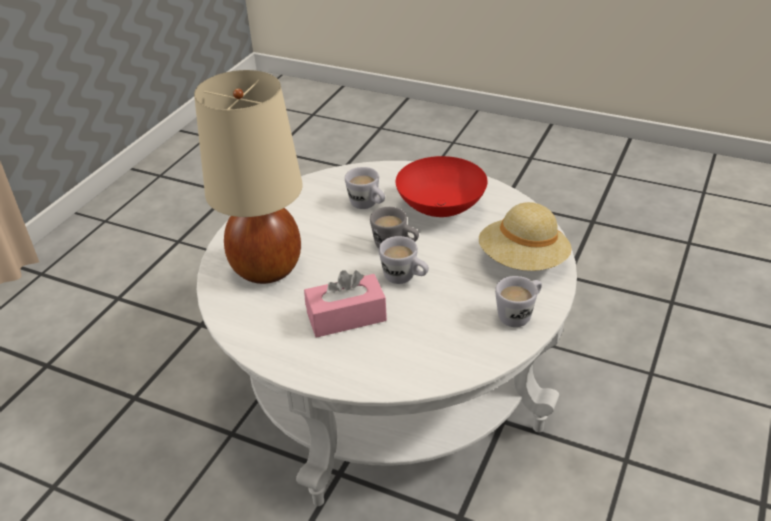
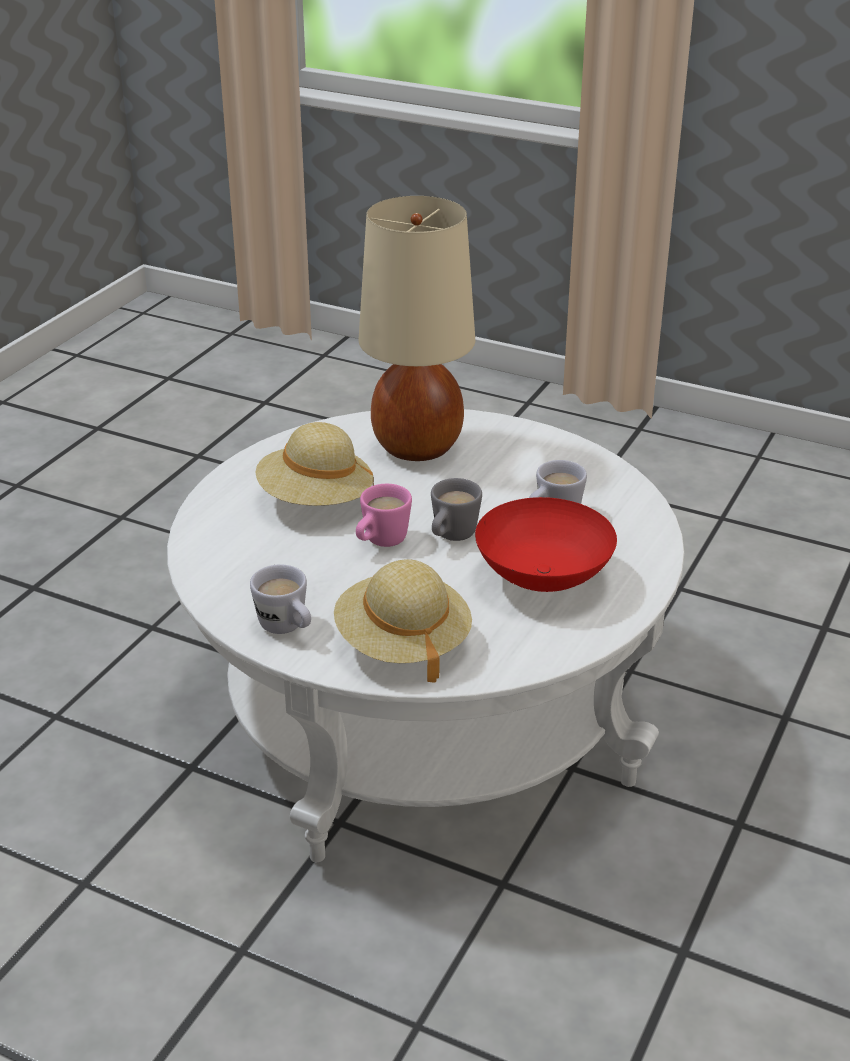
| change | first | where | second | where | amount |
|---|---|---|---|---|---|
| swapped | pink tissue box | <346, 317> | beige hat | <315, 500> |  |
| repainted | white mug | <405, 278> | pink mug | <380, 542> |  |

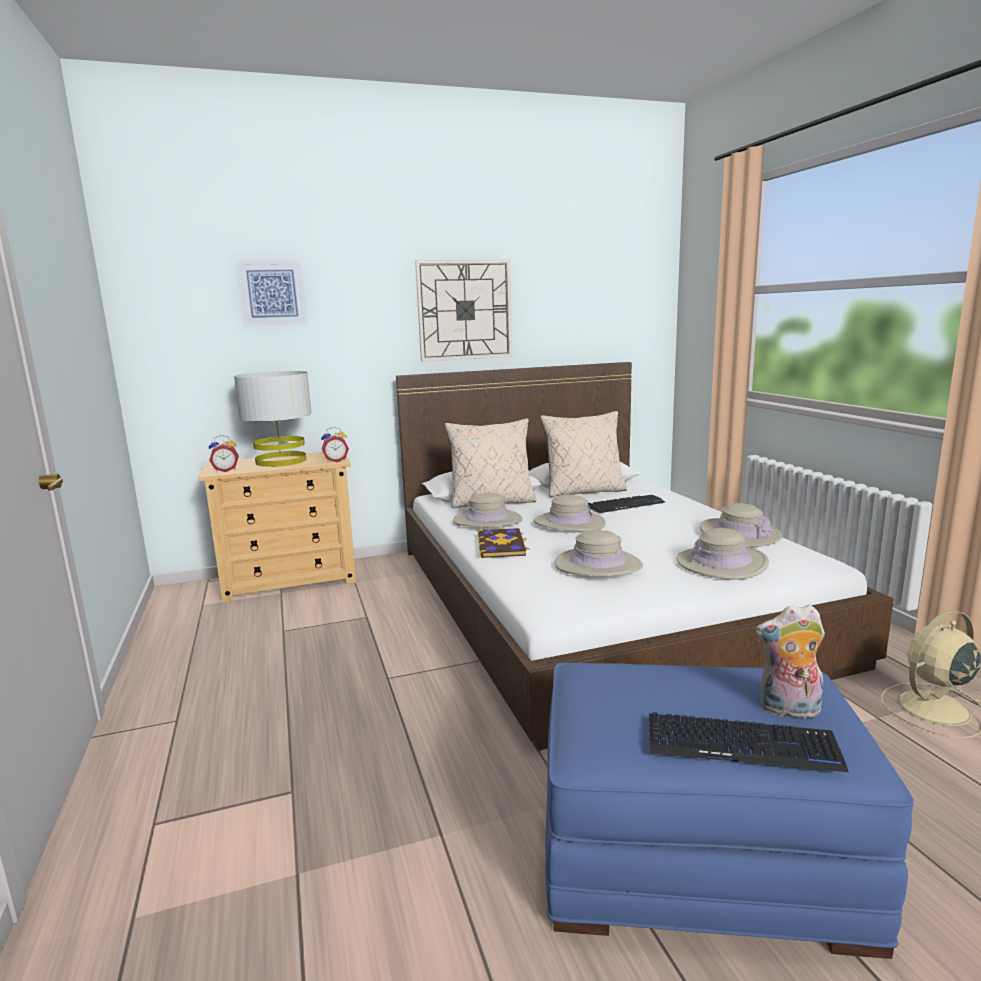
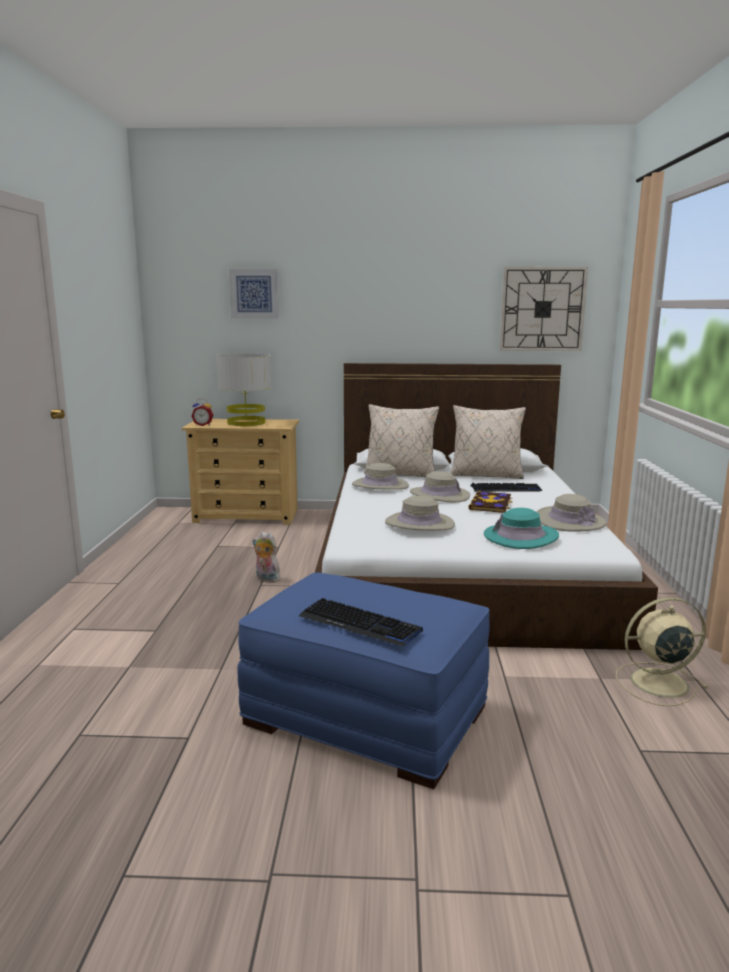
| change | first | where | second | where | amount |
|---|---|---|---|---|---|
| gone | alarm clock | <336, 461> |  |  |  |
| shifted | wall clock | <464, 310> |  | <542, 309> |  |
| shifted | book | <502, 545> |  | <491, 504> |  |
| shifted | plush toy | <788, 710> |  | <266, 579> |  |
| repainted | beige hat | <721, 563> | turquoise hat | <520, 537> |  |

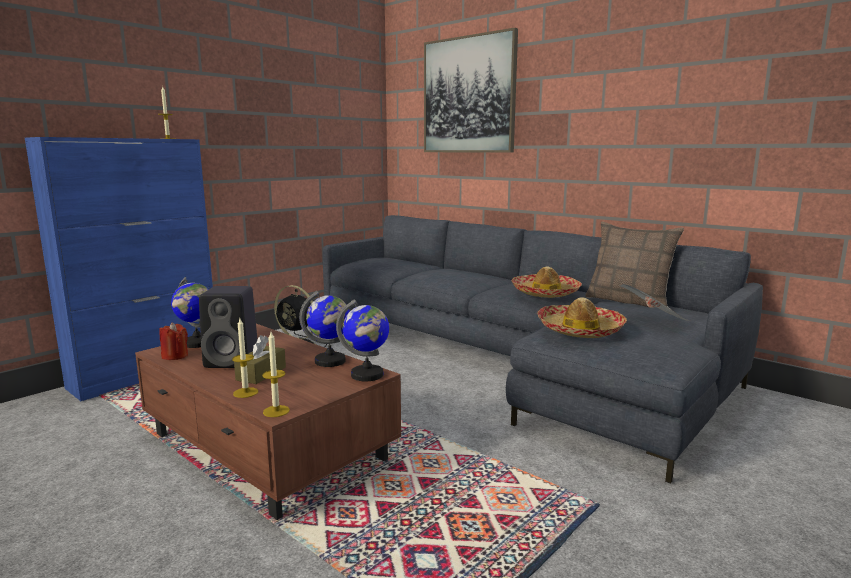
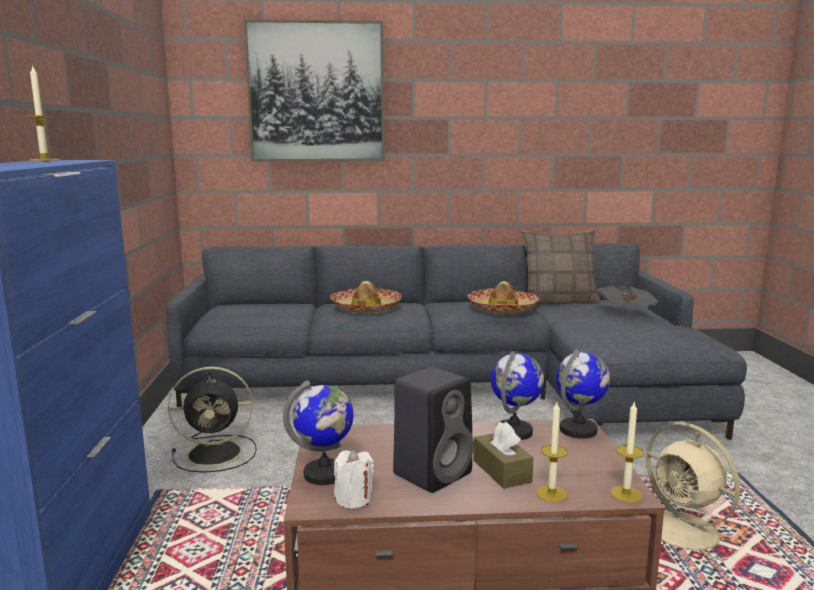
| change | first | where | second | where | amount |
|---|---|---|---|---|---|
| new |  |  | beige fan | <686, 533> |  |
| shifted | hat | <580, 330> |  | <365, 308> |  |
| repainted | red candle | <175, 356> | white candle | <353, 499> |  |

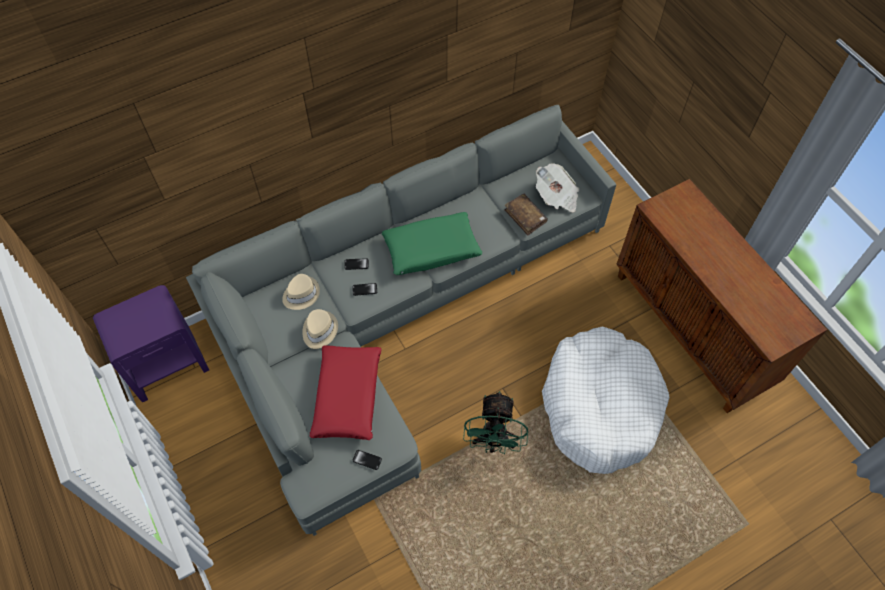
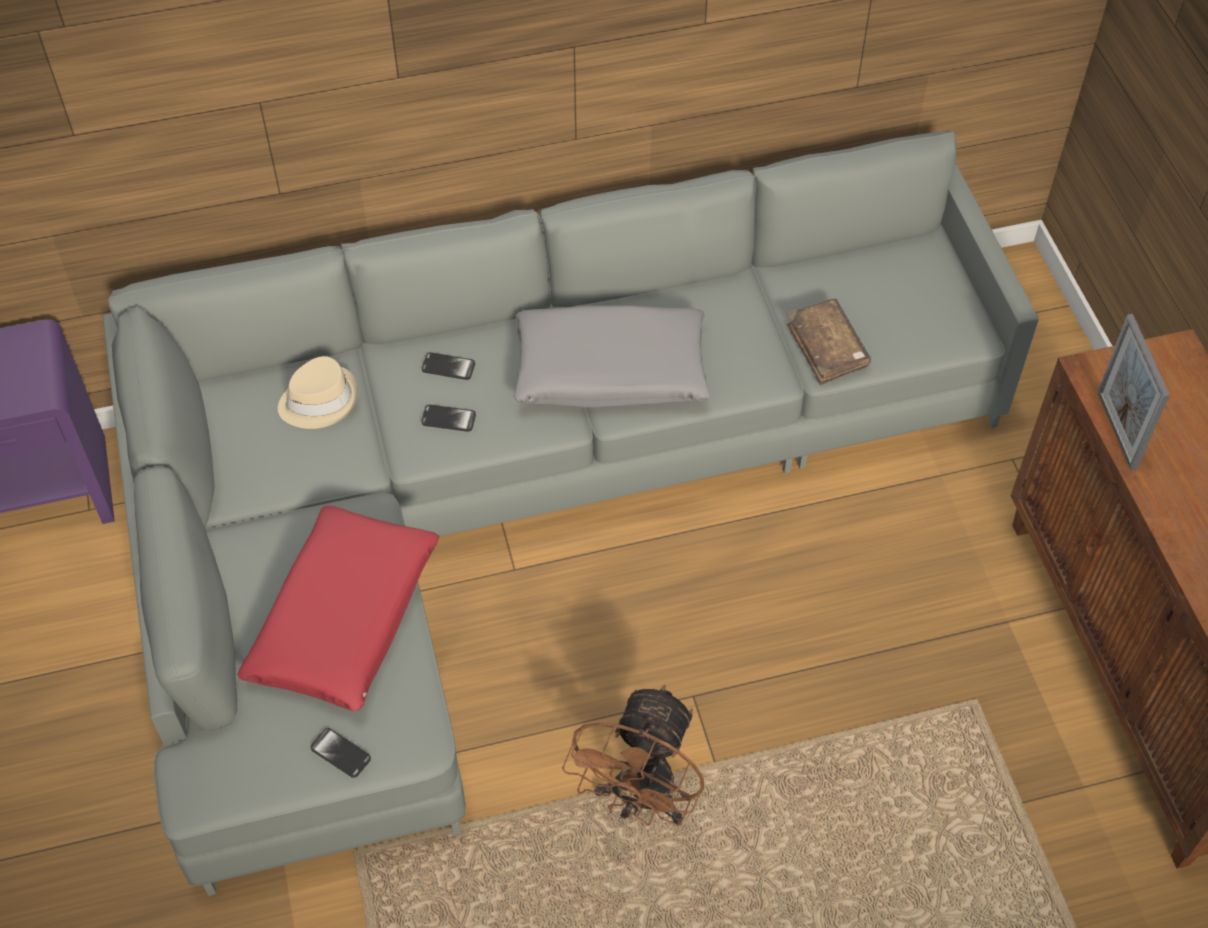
| change | first | where | second | where | amount |
|---|---|---|---|---|---|
| gone | beige hat | <319, 330> |  |  |  |
| gone | newspaper | <556, 196> |  |  |  |
| gone | white dog bed | <600, 406> |  |  |  |
| new |  |  | picture frame | <1116, 430> |  |
| repainted | green pillow | <431, 249> | grey pillow | <610, 371> |  |
| repainted | green fan | <493, 441> | brown fan | <640, 800> |  |

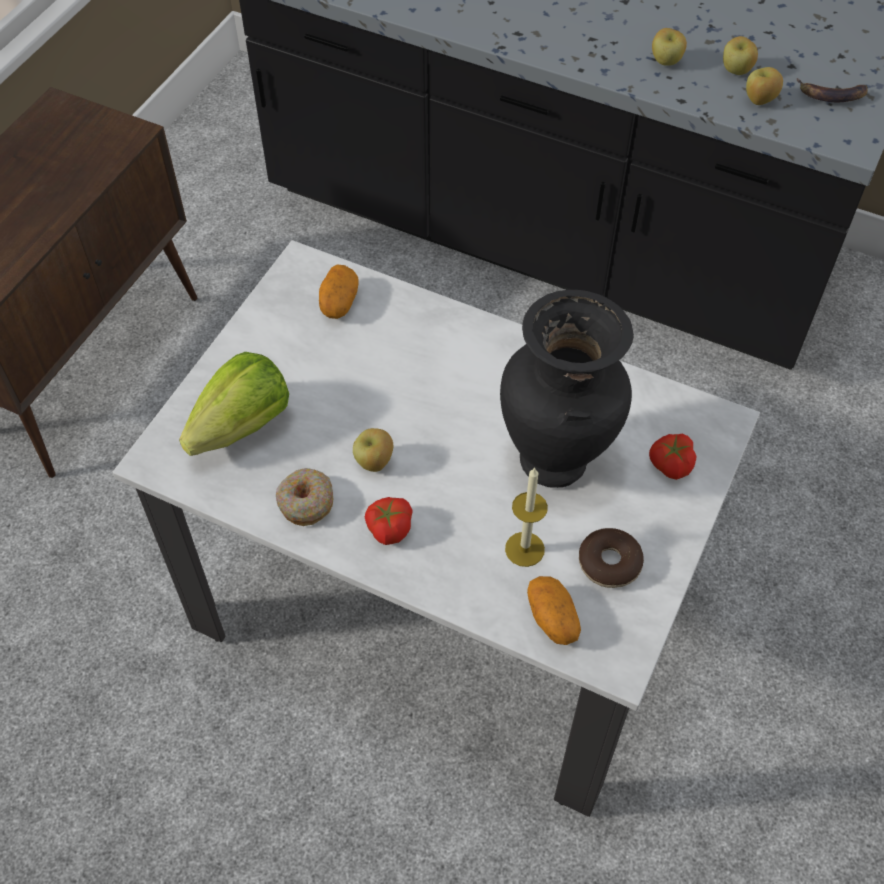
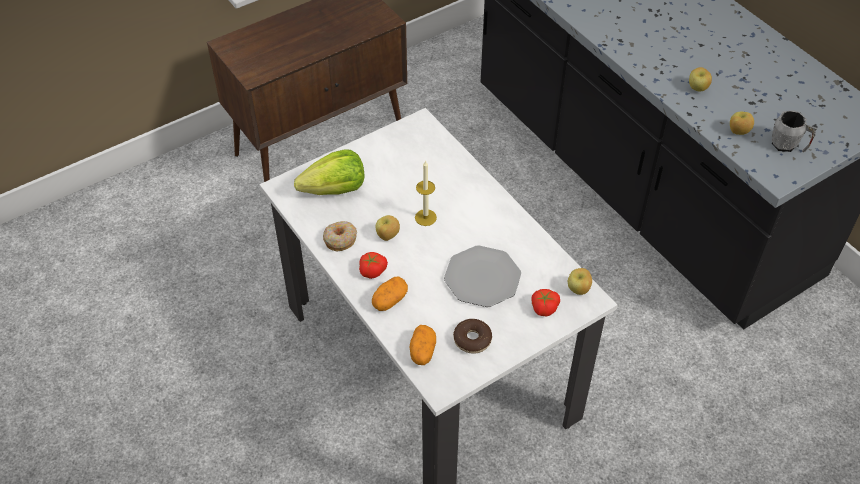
| change | first | where | second | where | amount |
|---|---|---|---|---|---|
| shifted | potato | <338, 302> |  | <389, 300> |  |
| shifted | candle | <524, 549> |  | <425, 217> |  |
| shifted | apple | <736, 71> |  | <578, 289> |  |
| swapped | black vase | <556, 461> | plate | <482, 278> |  |
| swapped | banana | <831, 94> | grey mug | <788, 145> |  |

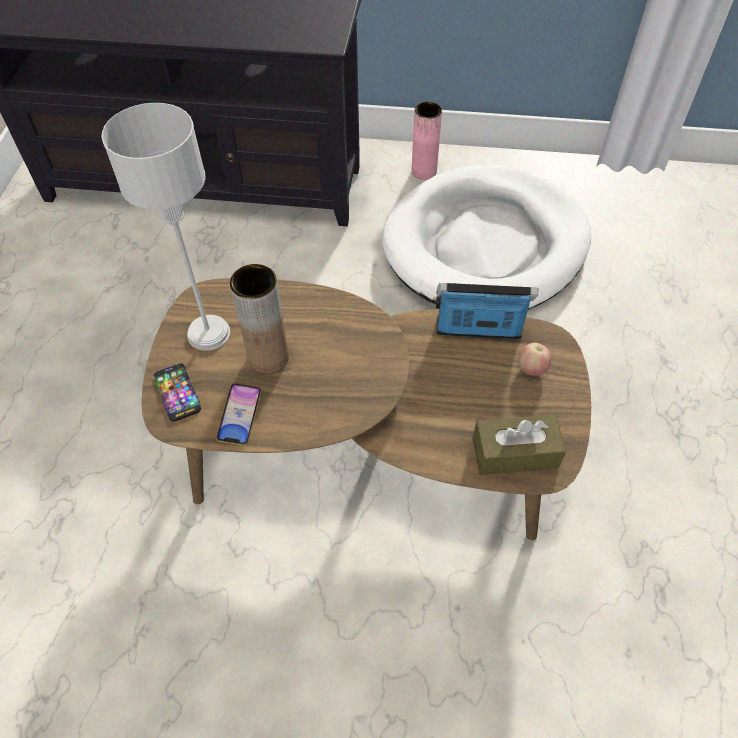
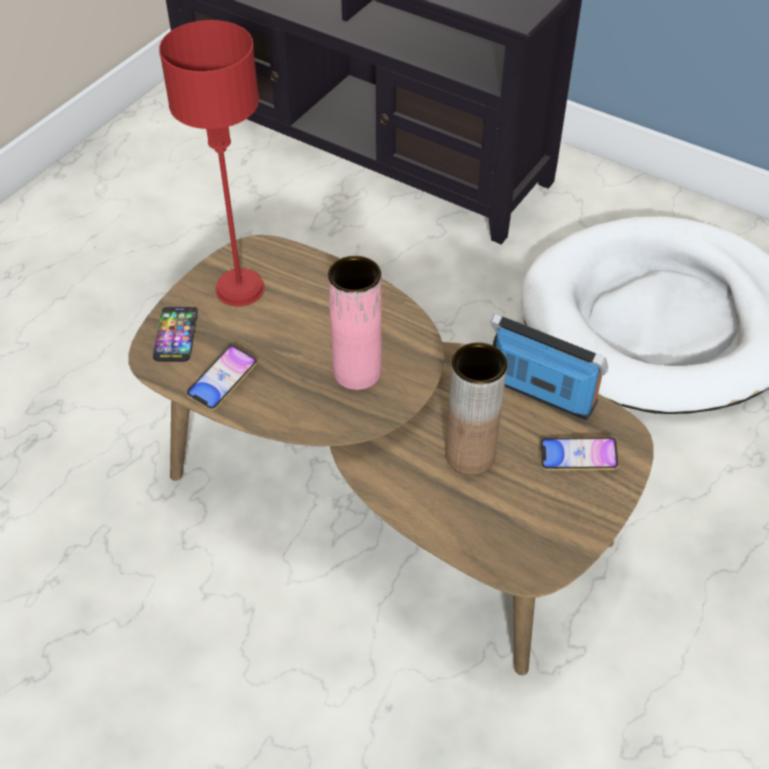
| change | first | where | second | where | amount |
|---|---|---|---|---|---|
| gone | brown tissue box | <515, 453> |  |  |  |
| shifted | brown vase | <268, 357> |  | <470, 455> |  |
| shifted | pink vase | <424, 171> |  | <357, 372> |  |
| swapped | apple | <531, 369> | phone | <578, 457> |  |
| repainted | grey table lamp | <208, 333> | red table lamp | <239, 288> |  |

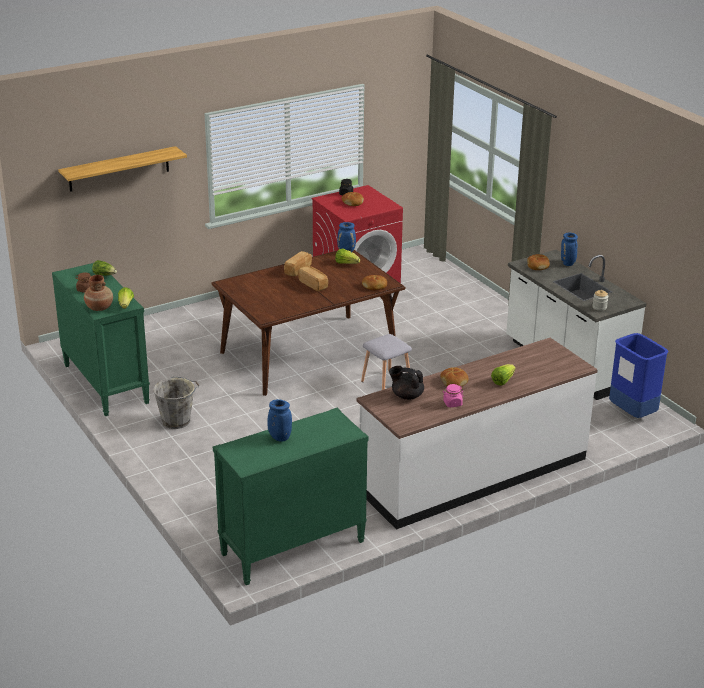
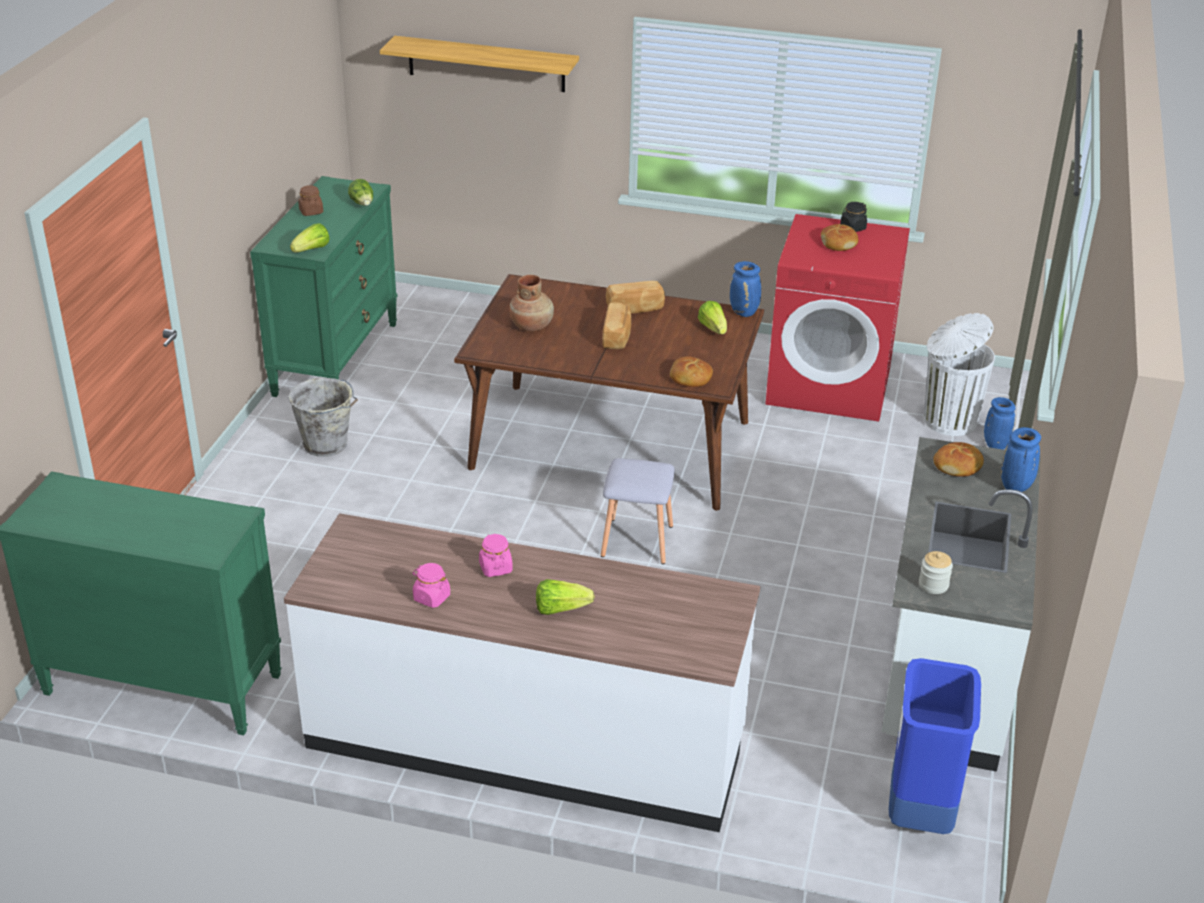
| change | first | where | second | where | amount |
|---|---|---|---|---|---|
| gone | black teapot | <406, 396> |  |  |  |
| new |  |  | white trash can | <948, 421> |  |
| shifted | brown vase | <99, 307> |  | <532, 326> |  |
| shifted | blue vase | <279, 438> |  | <994, 445> |  |
| swapped | bread | <454, 381> | pink jar | <495, 568> |  |

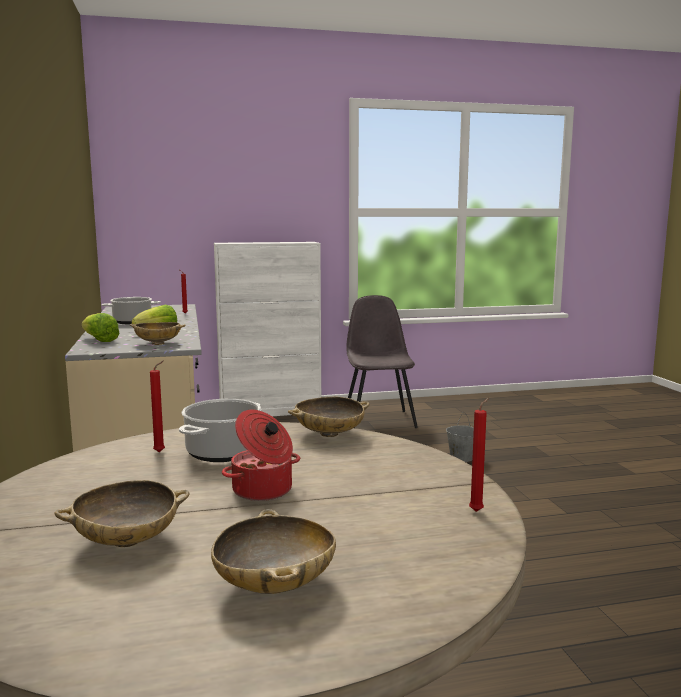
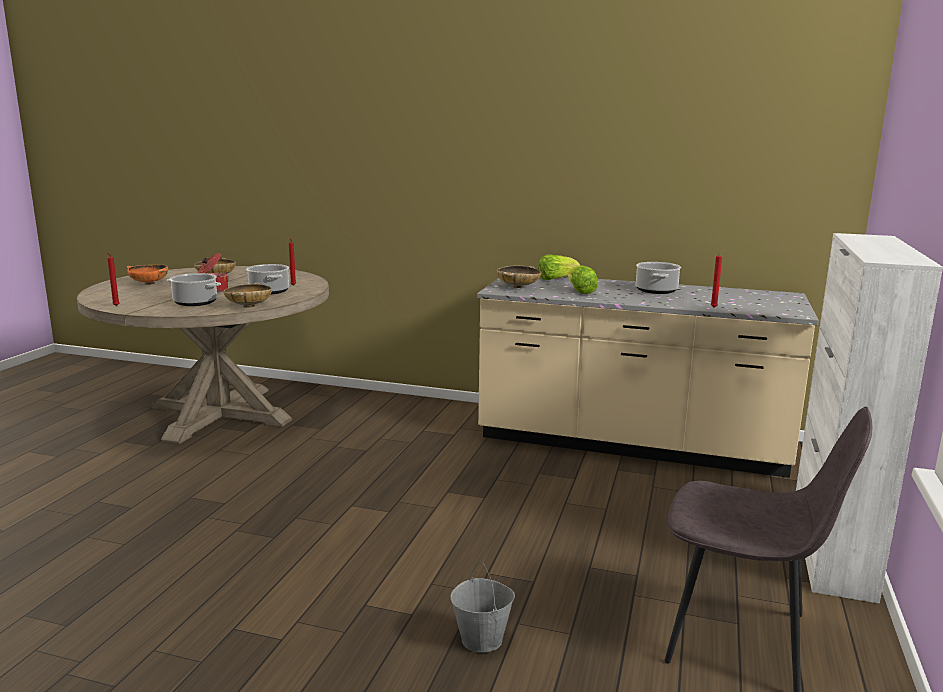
| change | first | where | second | where | amount |
|---|---|---|---|---|---|
| new |  |  | cooking pot | <194, 302> |  |
| repainted | beige bowl | <275, 585> | orange bowl | <149, 283> |  |

